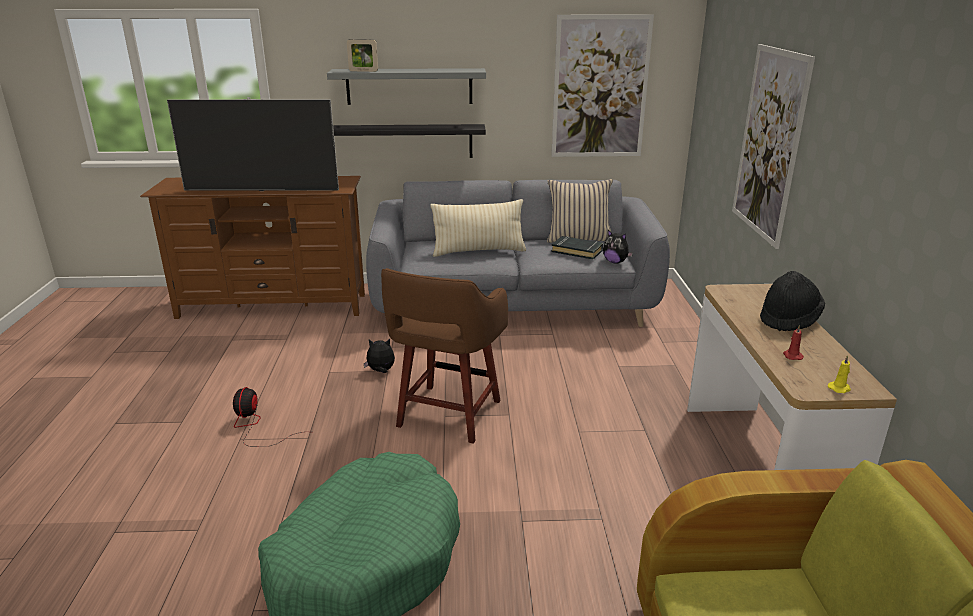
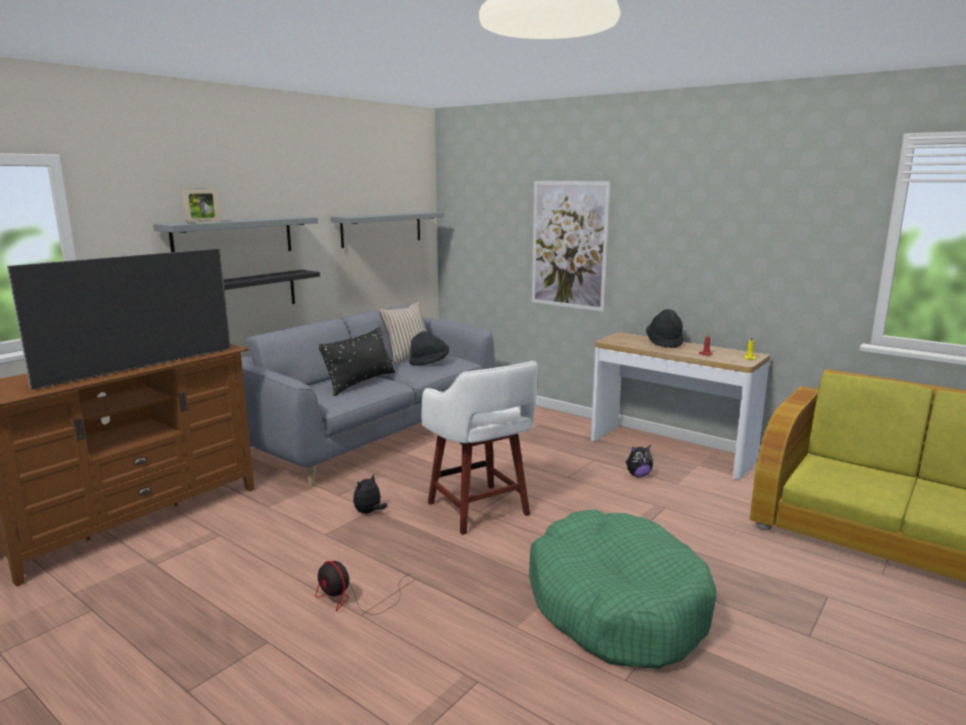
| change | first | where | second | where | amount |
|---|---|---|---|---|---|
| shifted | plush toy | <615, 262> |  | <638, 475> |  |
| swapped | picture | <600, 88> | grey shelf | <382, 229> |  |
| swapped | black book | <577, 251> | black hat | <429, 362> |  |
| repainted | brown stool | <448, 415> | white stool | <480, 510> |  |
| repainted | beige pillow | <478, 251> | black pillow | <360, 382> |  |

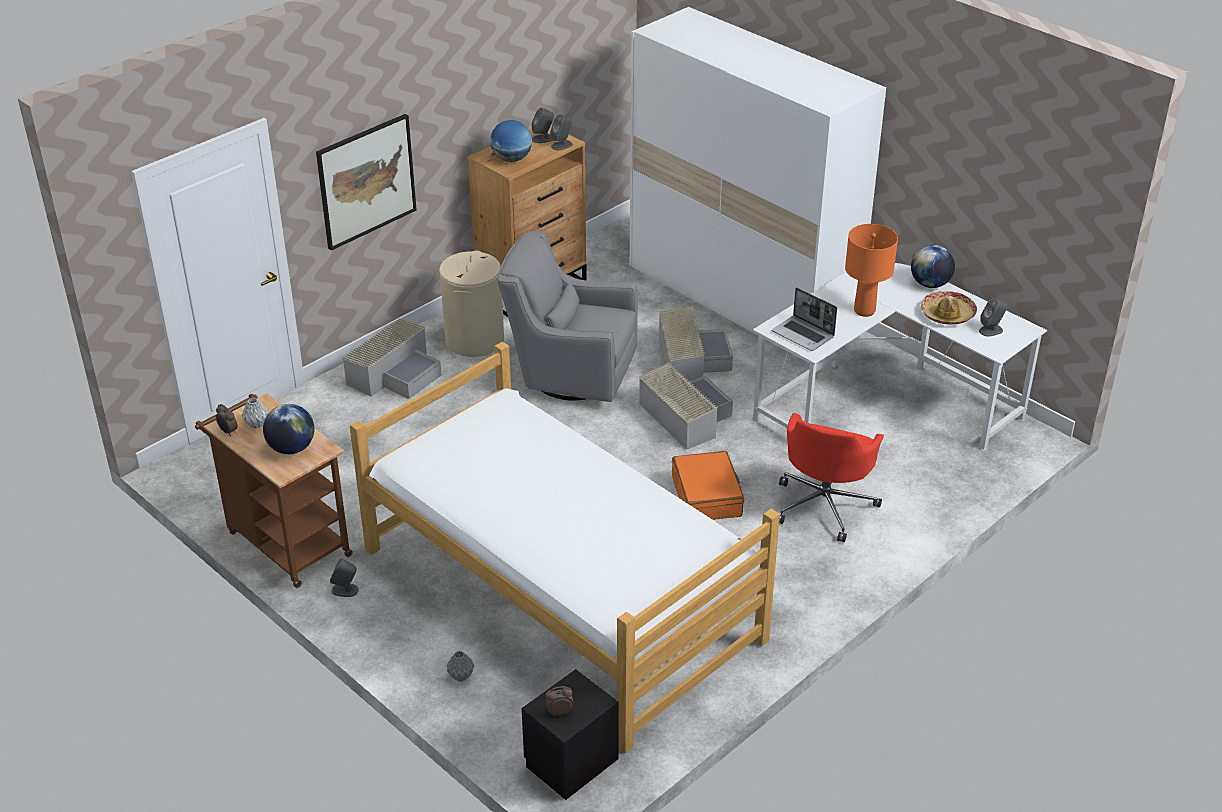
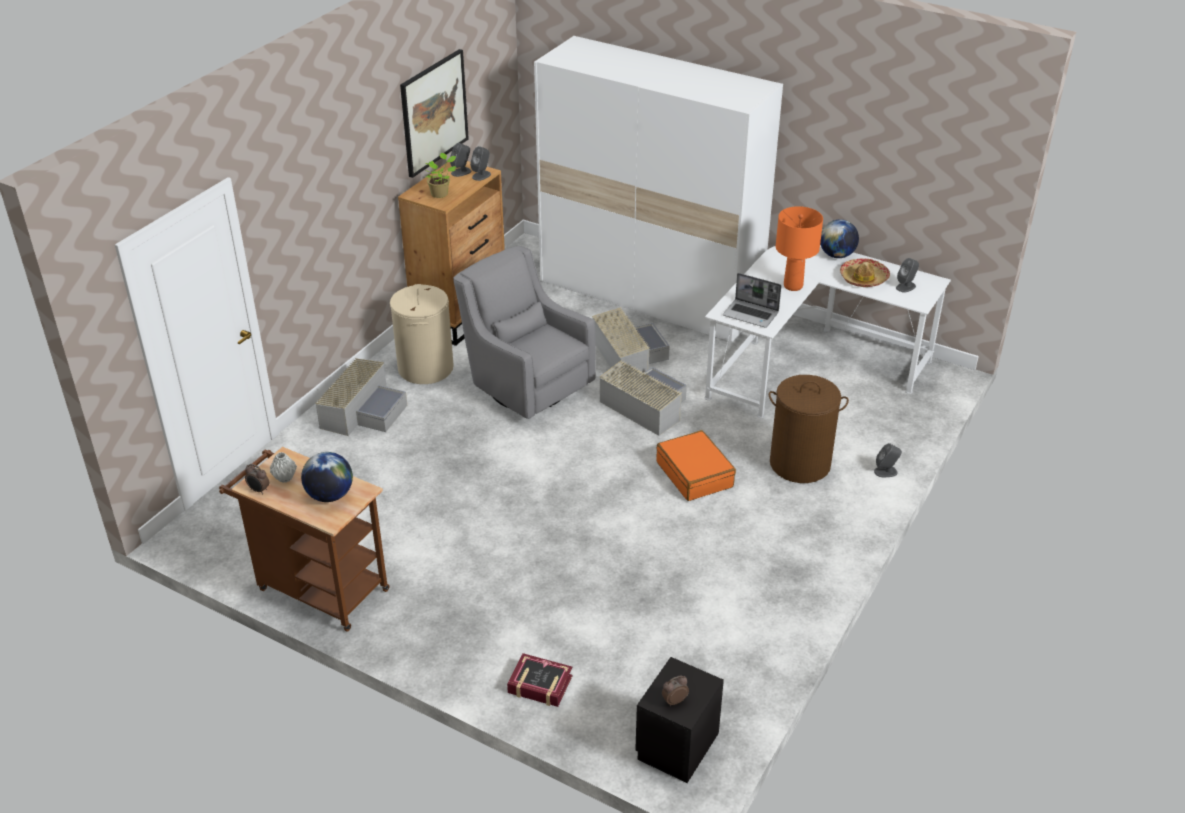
| change | first | where | second | where | amount |
|---|---|---|---|---|---|
| gone | bed | <560, 595> |  |  |  |
| shifted | picture | <366, 181> |  | <434, 112> |  |
| shifted | grey speaker | <345, 590> |  | <886, 472> |  |
| swapped | grey vase | <460, 676> | book | <540, 685> |  |
| swapped | globe | <511, 159> | potted plant | <440, 194> |  |
| swapped | red office chair | <824, 505> | brown laundry basket | <799, 464> |  |
| rotated | grey armchair | <569, 374> |  | <526, 385> | 45 degrees clockwise |

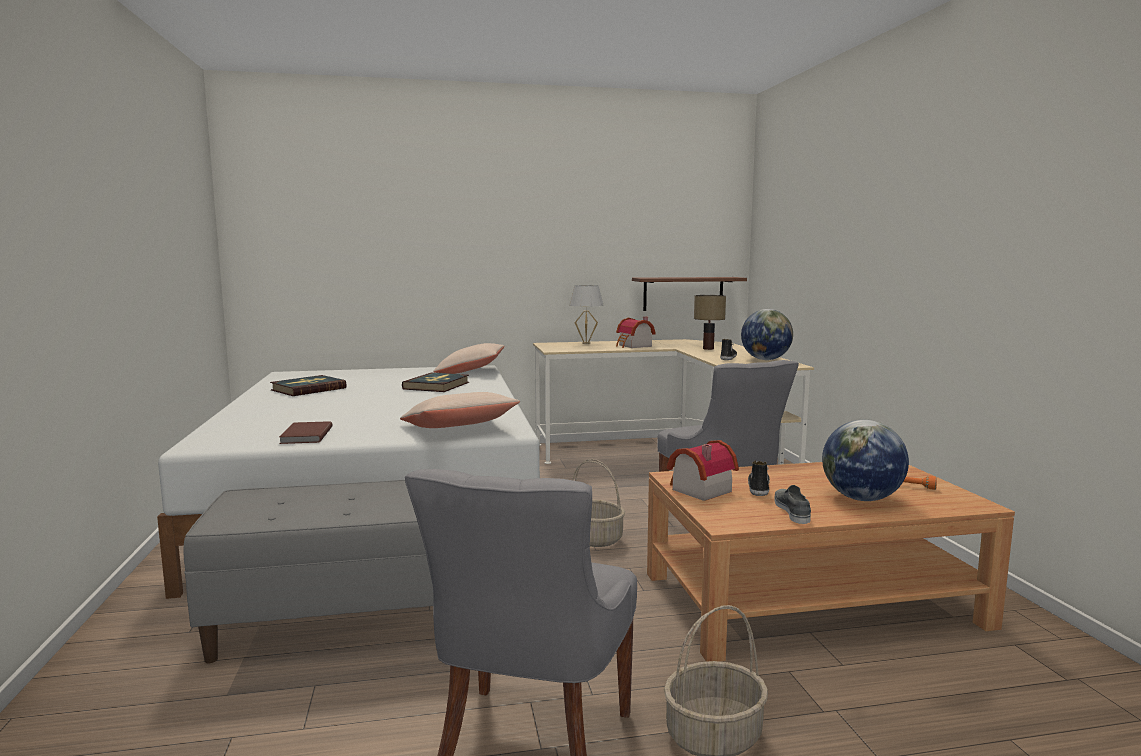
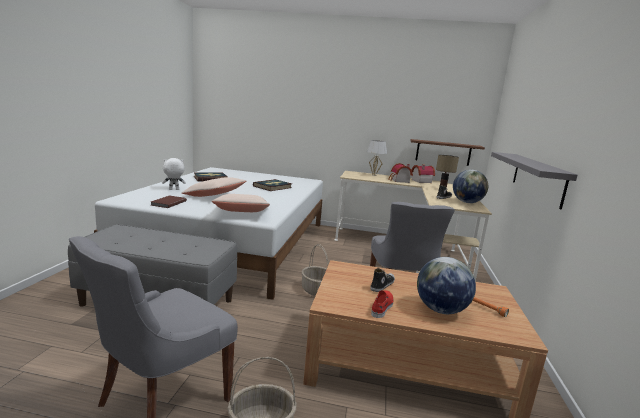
| change | first | where | second | where | amount |
|---|---|---|---|---|---|
| new |  |  | white plush toy | <173, 190> |  |
| new |  |  | grey shelf | <537, 178> |  |
| shifted | beige pillow | <470, 371> |  | <214, 196> |  |
| shifted | toy house | <697, 490> |  | <420, 181> |  |
| repainted | grey shoe | <792, 510> | red shoe | <382, 306> |  |

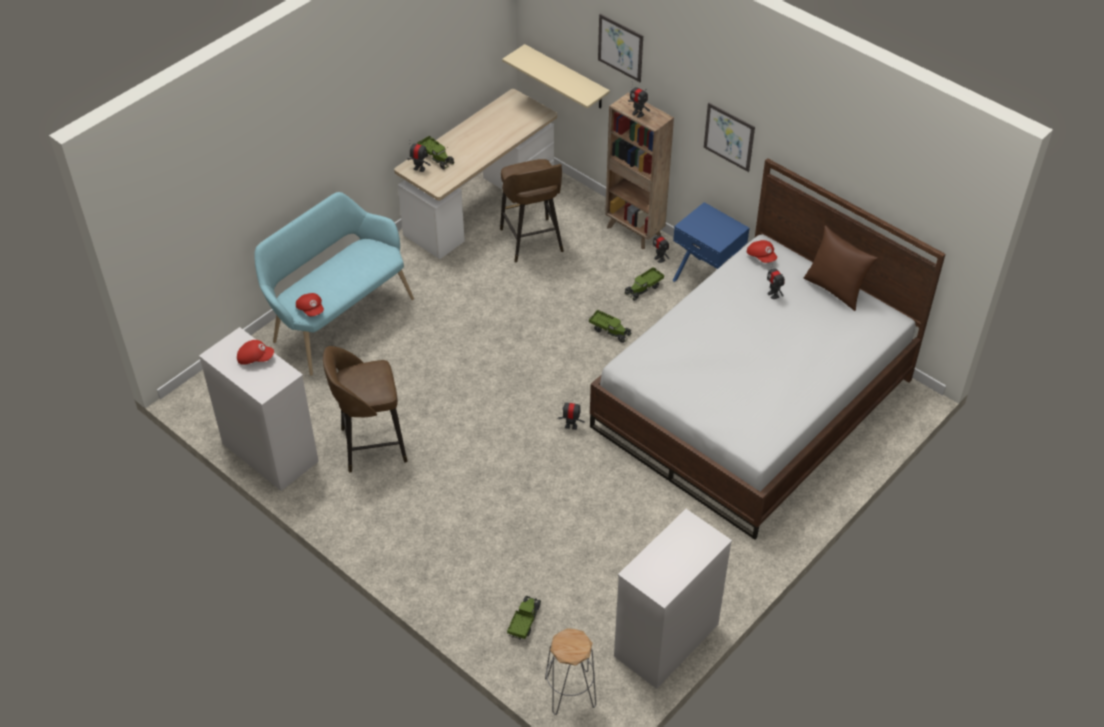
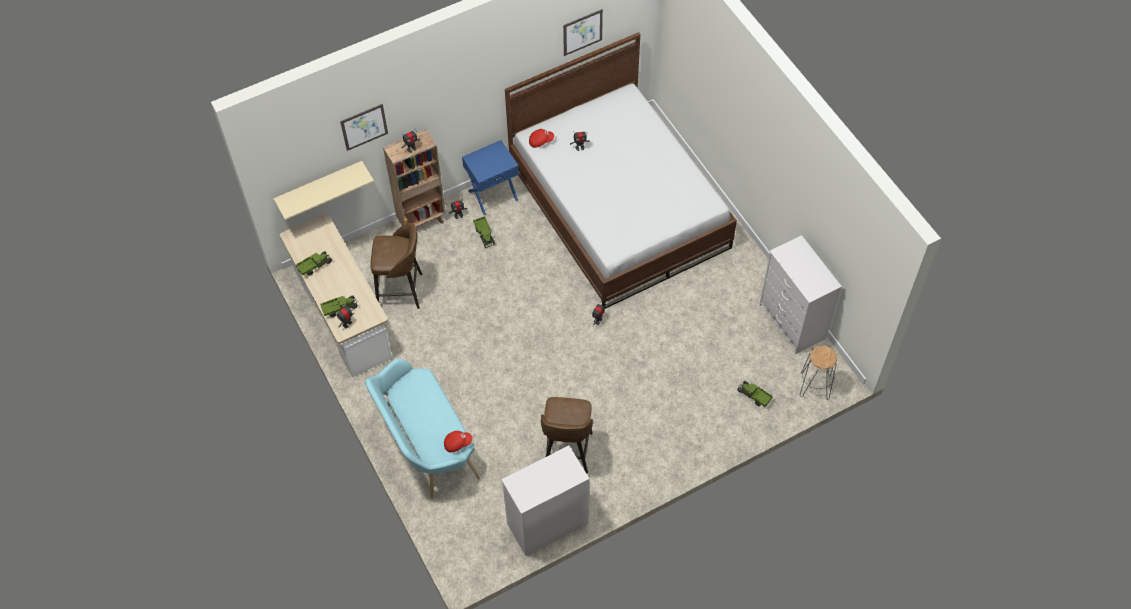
| change | first | where | second | where | amount |
|---|---|---|---|---|---|
| gone | red cap | <255, 358> |  |  |  |
| gone | brown pillow | <835, 289> |  |  |  |
| shifted | toy truck | <610, 331> |  | <314, 266> |  |
| shifted | picture | <729, 137> |  | <582, 32> |  |

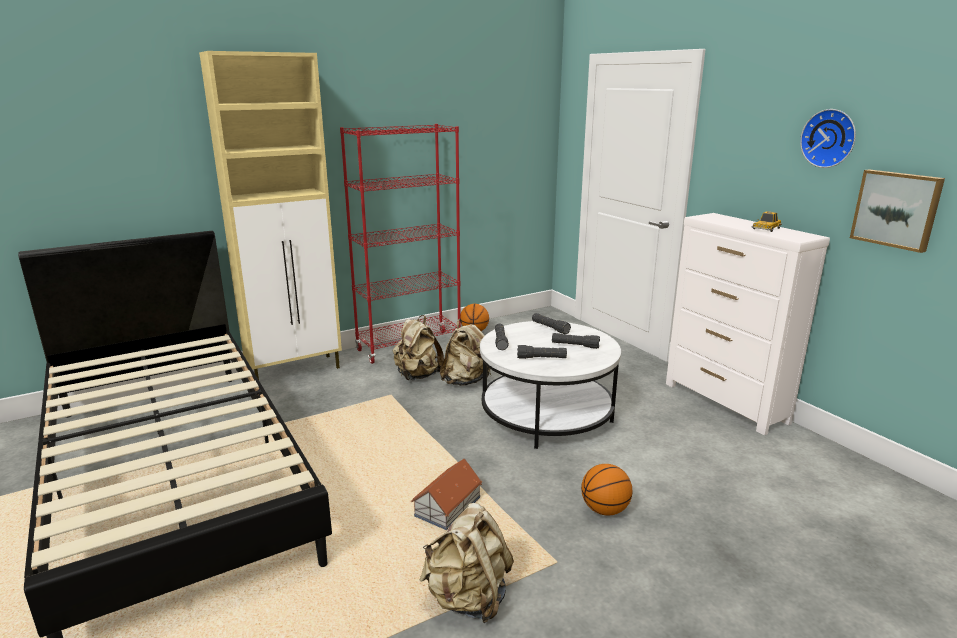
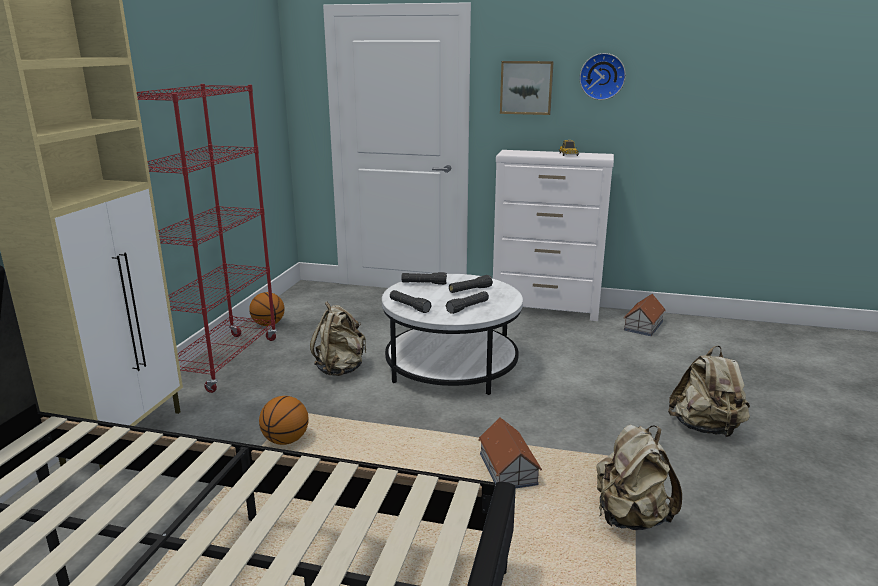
| change | first | where | second | where | amount |
|---|---|---|---|---|---|
| new |  |  | toy house | <643, 326> |  |
| shifted | beige backpack | <417, 376> |  | <706, 428> |  |
| shifted | basketball | <604, 509> |  | <285, 440> |  |
| shifted | picture | <896, 209> |  | <526, 87> |  |

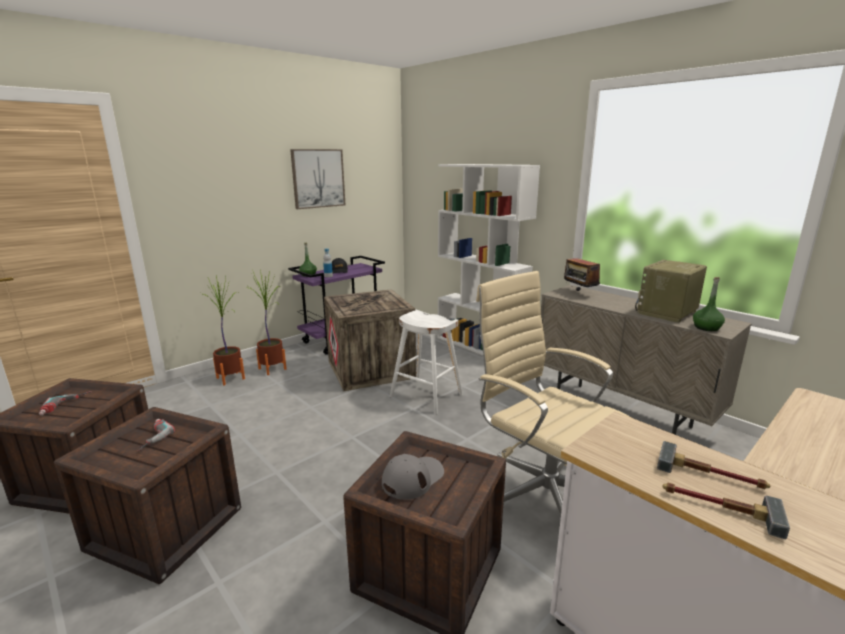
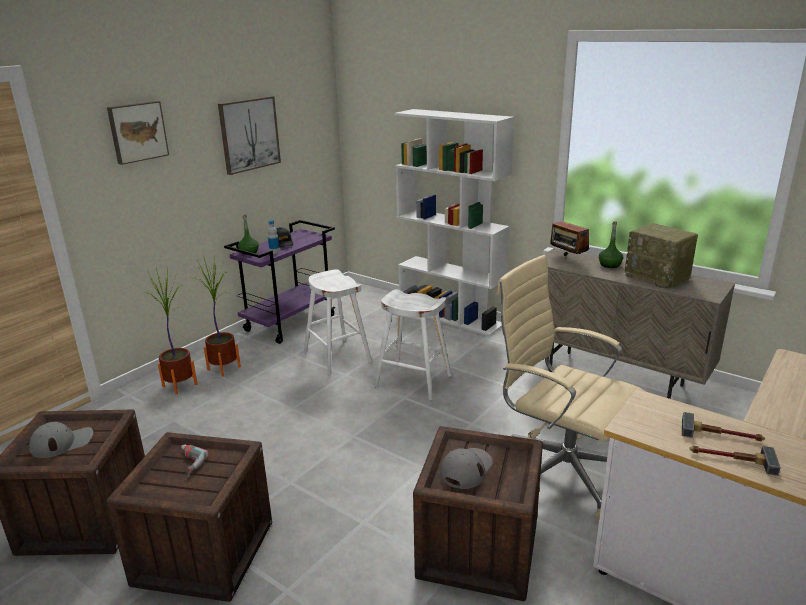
| change | first | where | second | where | amount |
|---|---|---|---|---|---|
| new |  |  | picture | <137, 132> |  |
| shifted | green bottle | <706, 328> |  | <609, 265> |  |
| swapped | power drill | <66, 406> | grey cap | <62, 443> |  |
| swapped | crate | <369, 369> | white stool | <337, 356> |  |
| rotated | radio | <667, 313> |  | <658, 277> | 75 degrees counterclockwise |

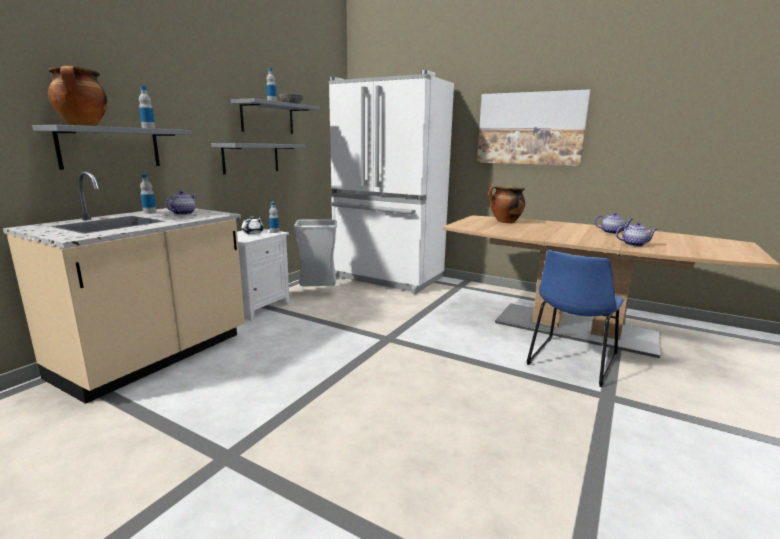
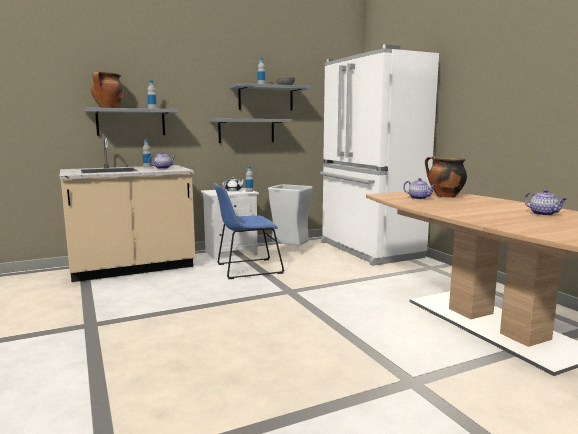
| change | first | where | second | where | amount |
|---|---|---|---|---|---|
| gone | picture | <530, 129> |  |  |  |
| shifted | blue chair | <571, 362> |  | <246, 269> |  |
| shifted | teapot | <634, 244> |  | <419, 198> |  |

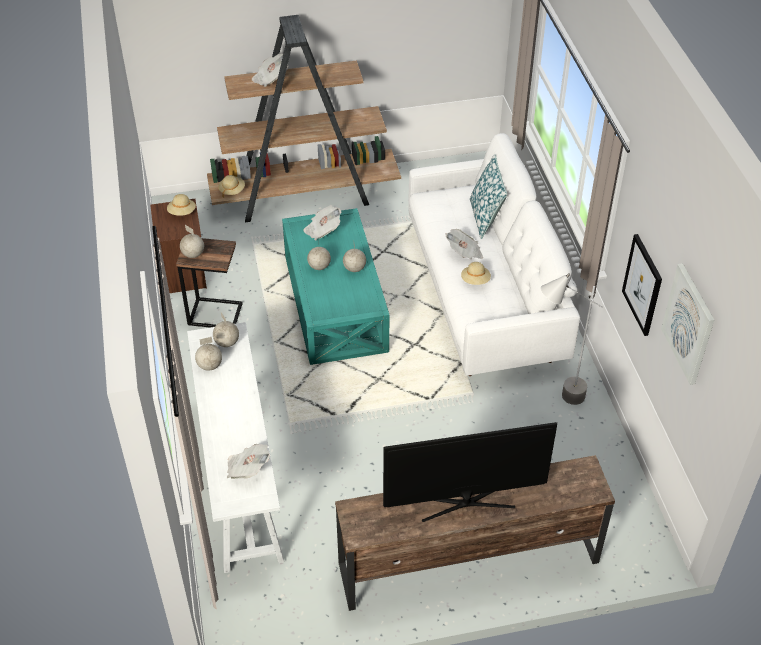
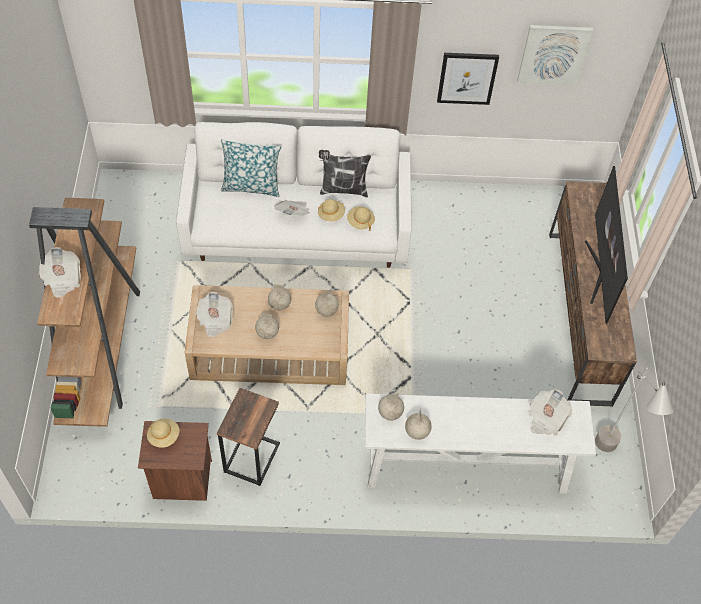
| change | first | where | second | where | amount |
|---|---|---|---|---|---|
| new |  |  | pillow | <343, 189> |  |
| shifted | globe | <193, 255> |  | <327, 311> |  |
| shifted | beige hat | <232, 190> |  | <360, 222> |  |
| shifted | grey floor lamp | <555, 400> |  | <610, 459> |  |
| repainted | turquoise coffee table | <336, 303> | beige coffee table | <270, 348> |  |

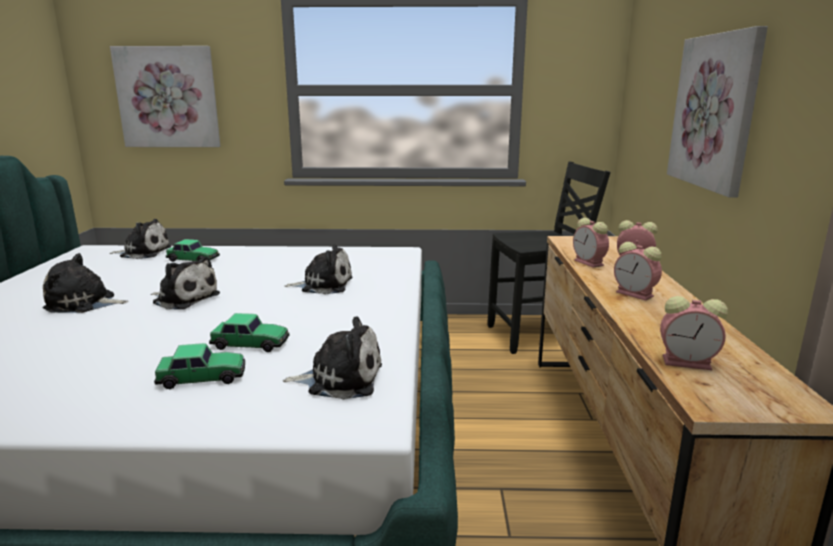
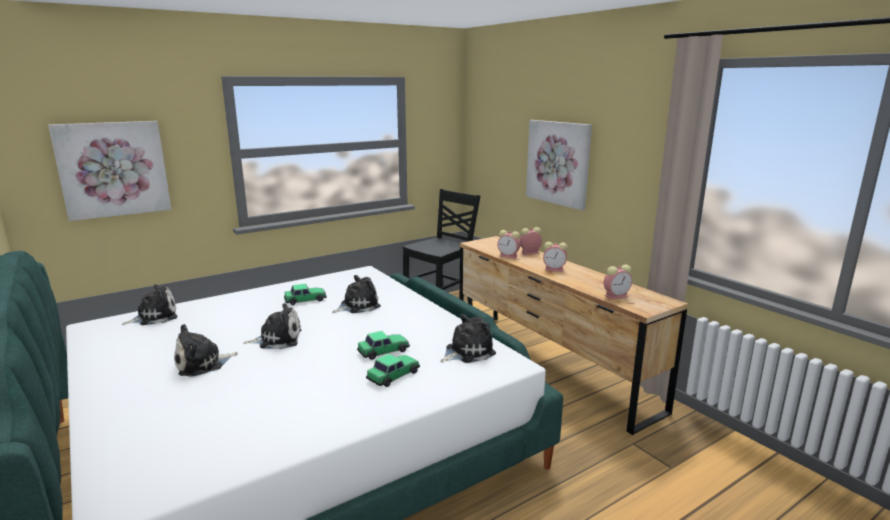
| change | first | where | second | where | amount |
|---|---|---|---|---|---|
| shifted | toy car | <193, 259> |  | <305, 300> |  |

